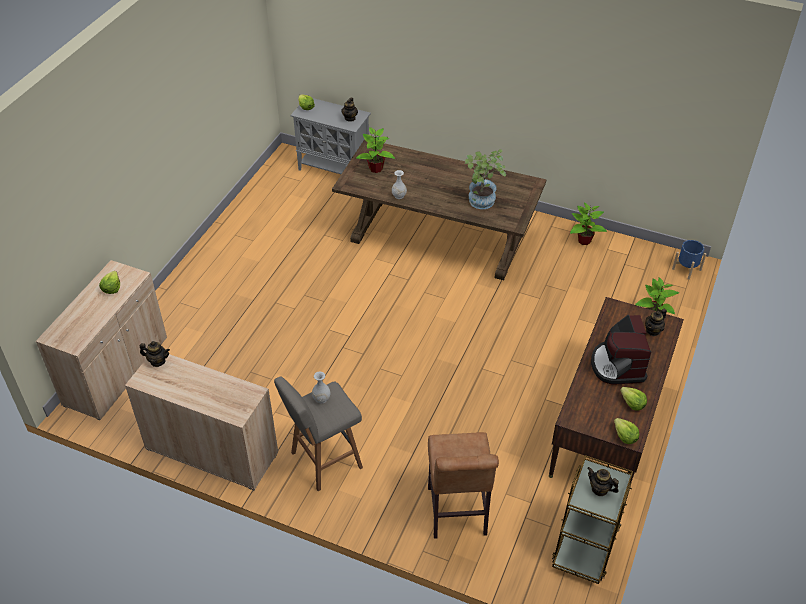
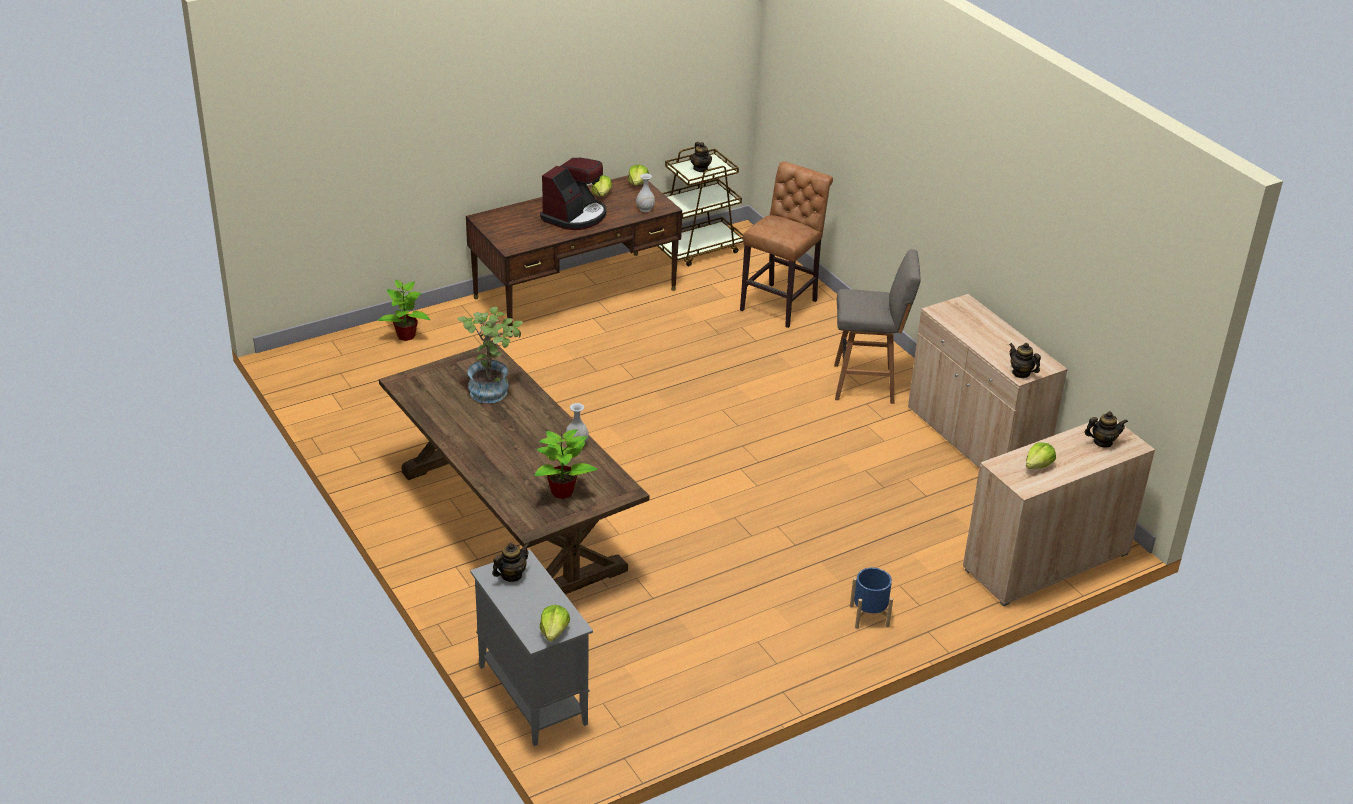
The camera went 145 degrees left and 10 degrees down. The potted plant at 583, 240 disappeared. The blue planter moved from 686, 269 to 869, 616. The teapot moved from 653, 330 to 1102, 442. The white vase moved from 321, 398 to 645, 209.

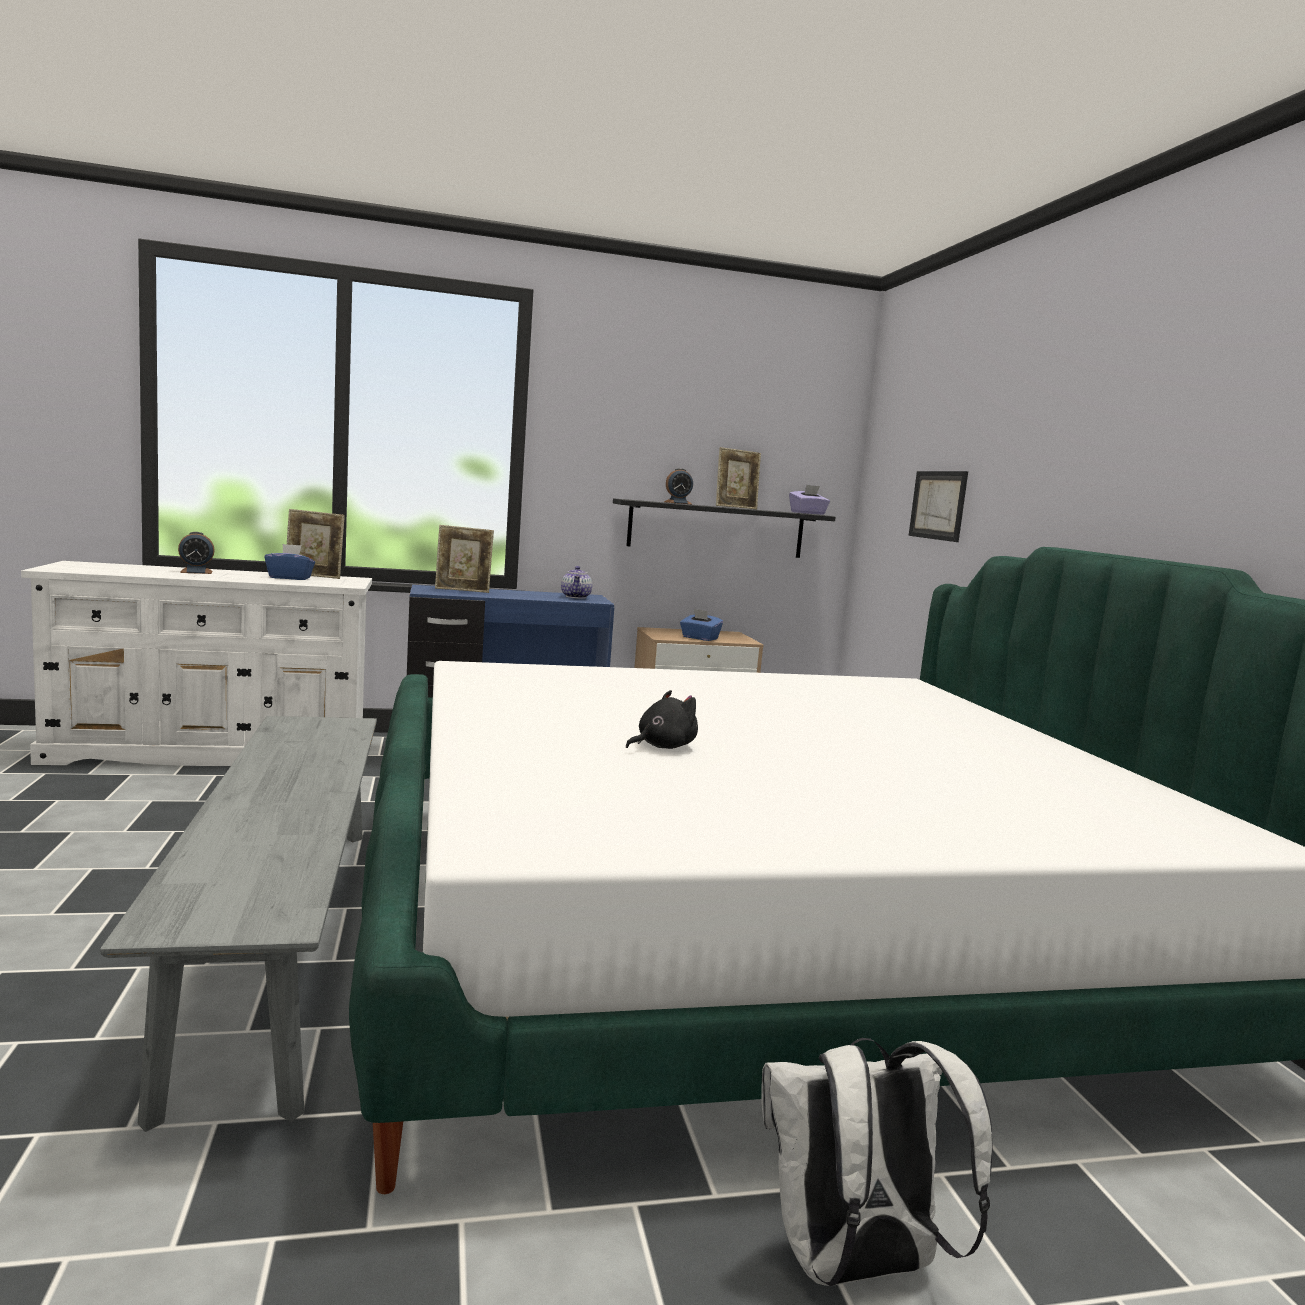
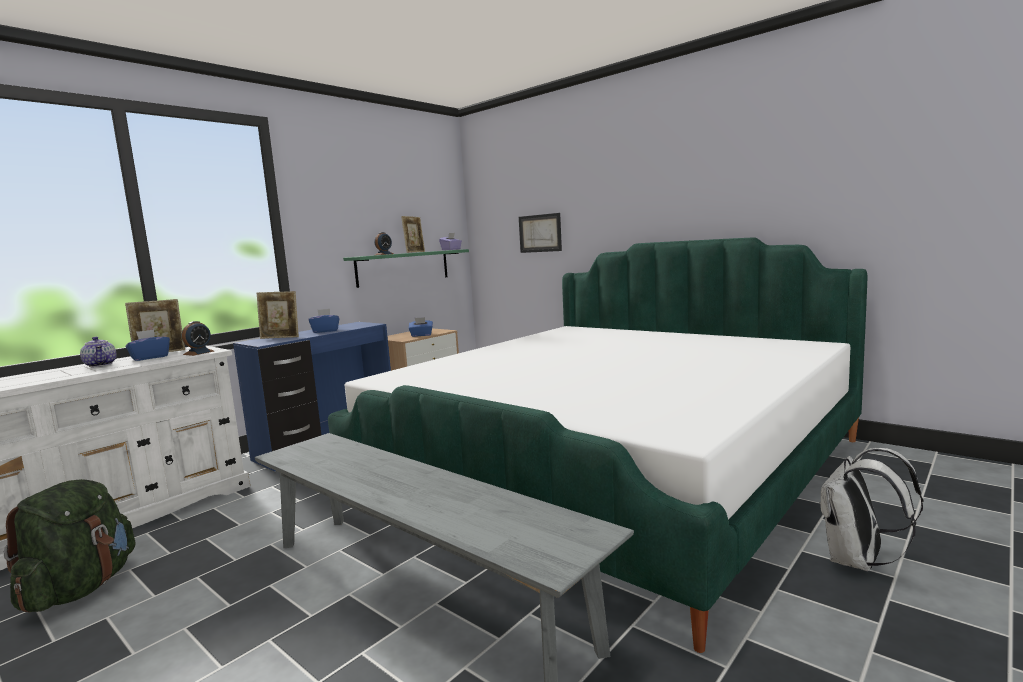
The camera went 35 degrees left and 0 degrees up. The black shelf at 716, 529 became the green shelf at 403, 267. The picture frame at 463, 590 turned 45 degrees clockwise. The alarm clock moved from 196, 572 to 199, 353. The teapot moved from 576, 597 to 101, 365. The black plush toy at 662, 746 disappeared. The blue tissue box at 325, 331 appeared. The green backpack at 80, 589 appeared.

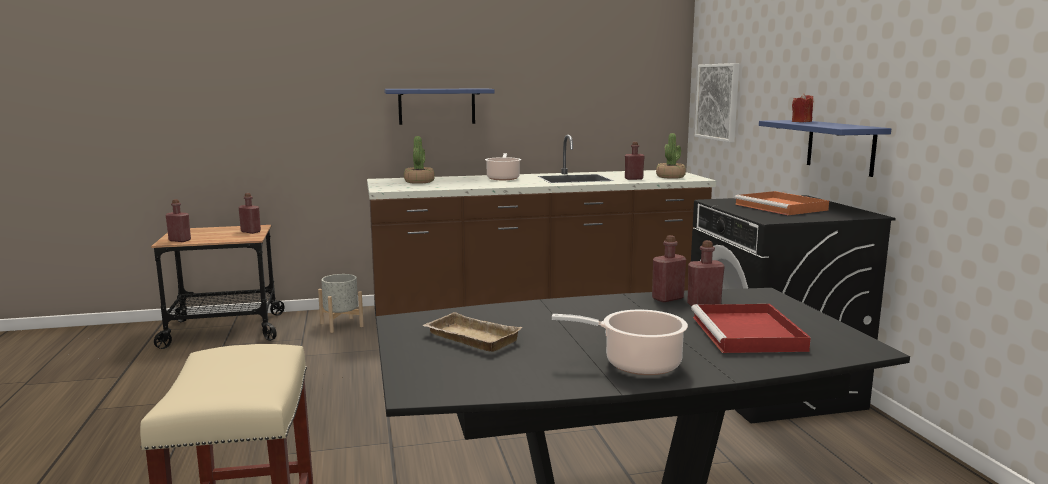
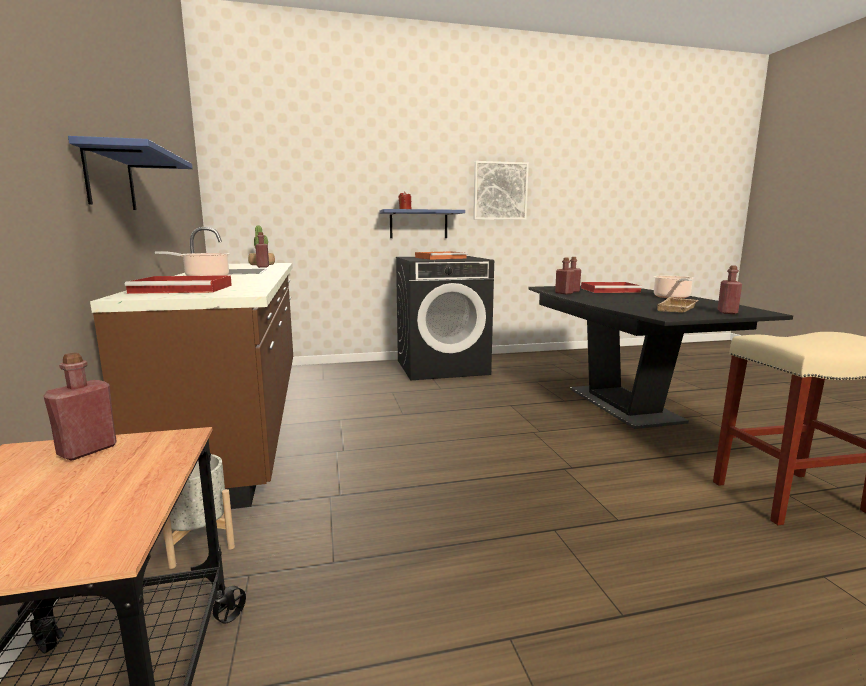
The camera went 90 degrees left and 0 degrees up. The picture moved from 718, 102 to 500, 191. The potted plant at 419, 181 was replaced by the red tray at 185, 289. The red bottle moved from 180, 240 to 727, 312.

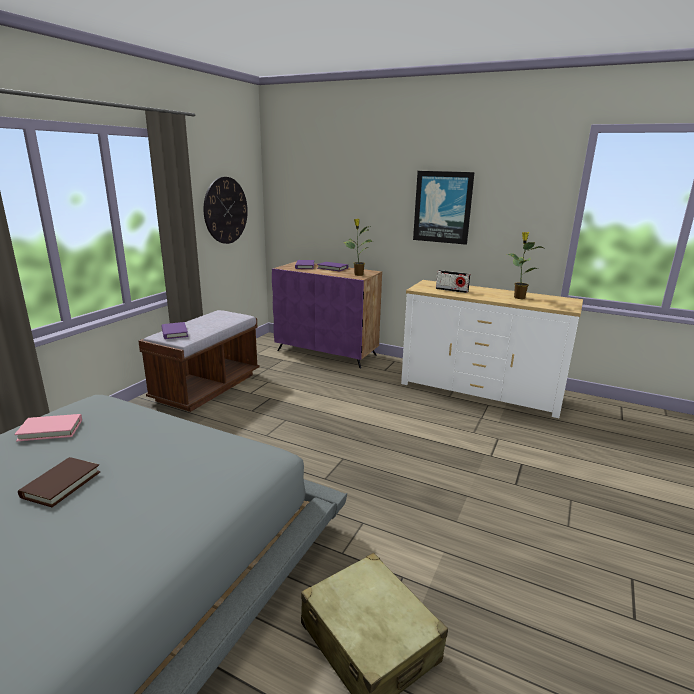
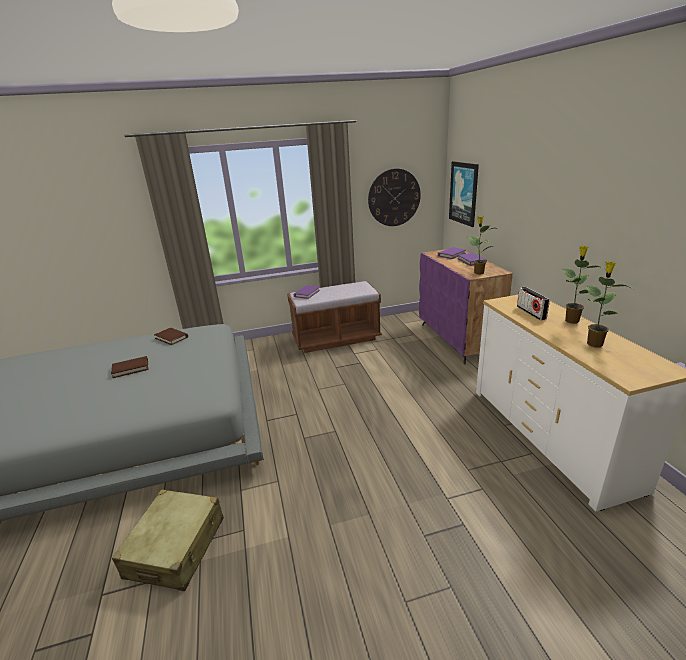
The camera went 50 degrees right and 5 degrees up. The picture moved from 442, 207 to 464, 193. The pink book at 50, 430 became the brown book at 171, 338. The potted plant at 571, 320 appeared.

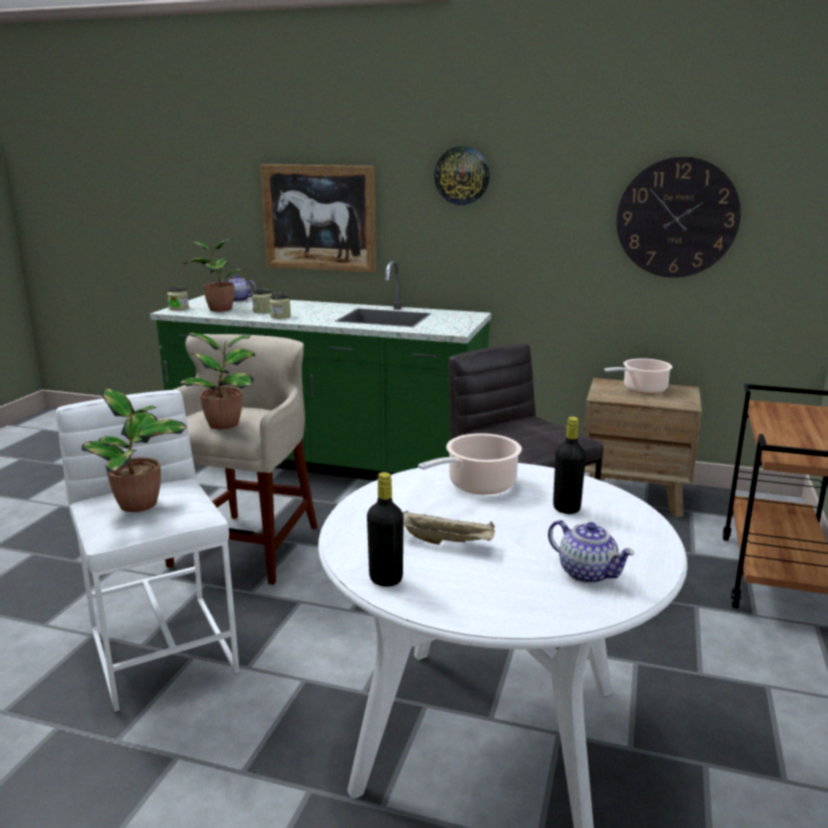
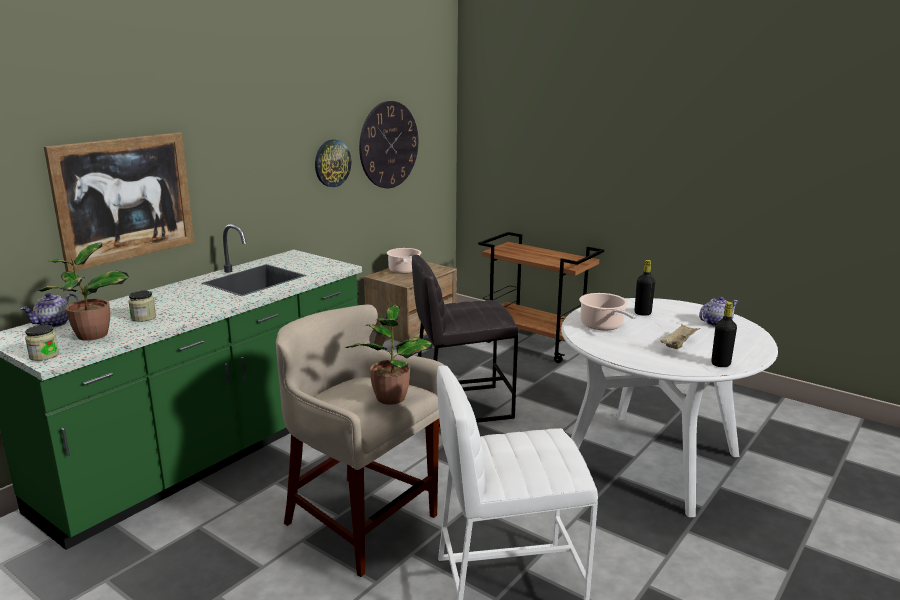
The camera went 70 degrees left and 0 degrees up. The wall clock moved from 462, 175 to 332, 163. The jar at 280, 316 disappeared. The potted plant at 141, 504 disappeared.

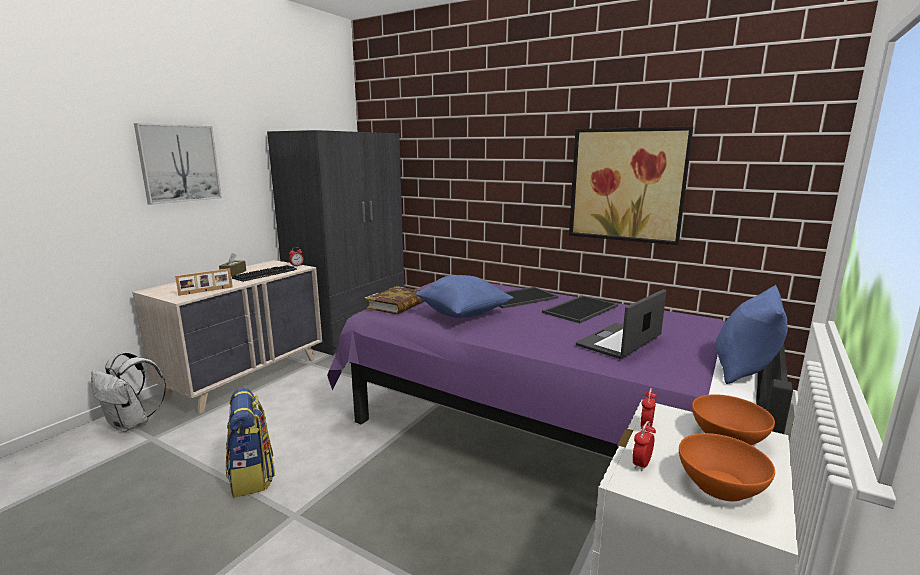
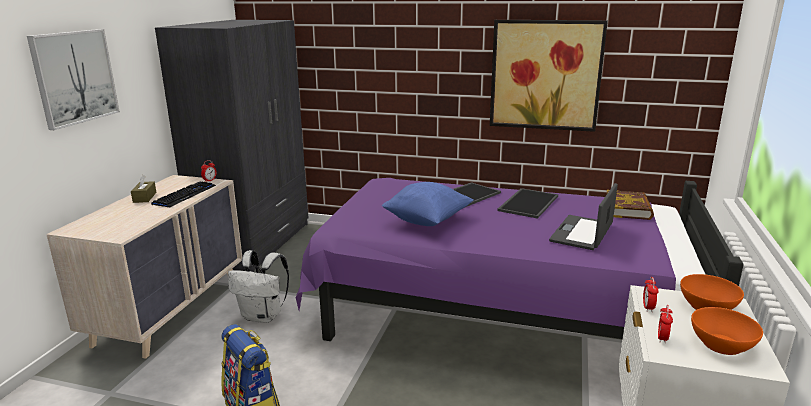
The camera went 15 degrees left and 5 degrees up. The picture frame at 206, 291 disappeared. The blue pillow at 744, 369 disappeared. The book moved from 398, 305 to 628, 209. The white backpack moved from 132, 424 to 263, 316.

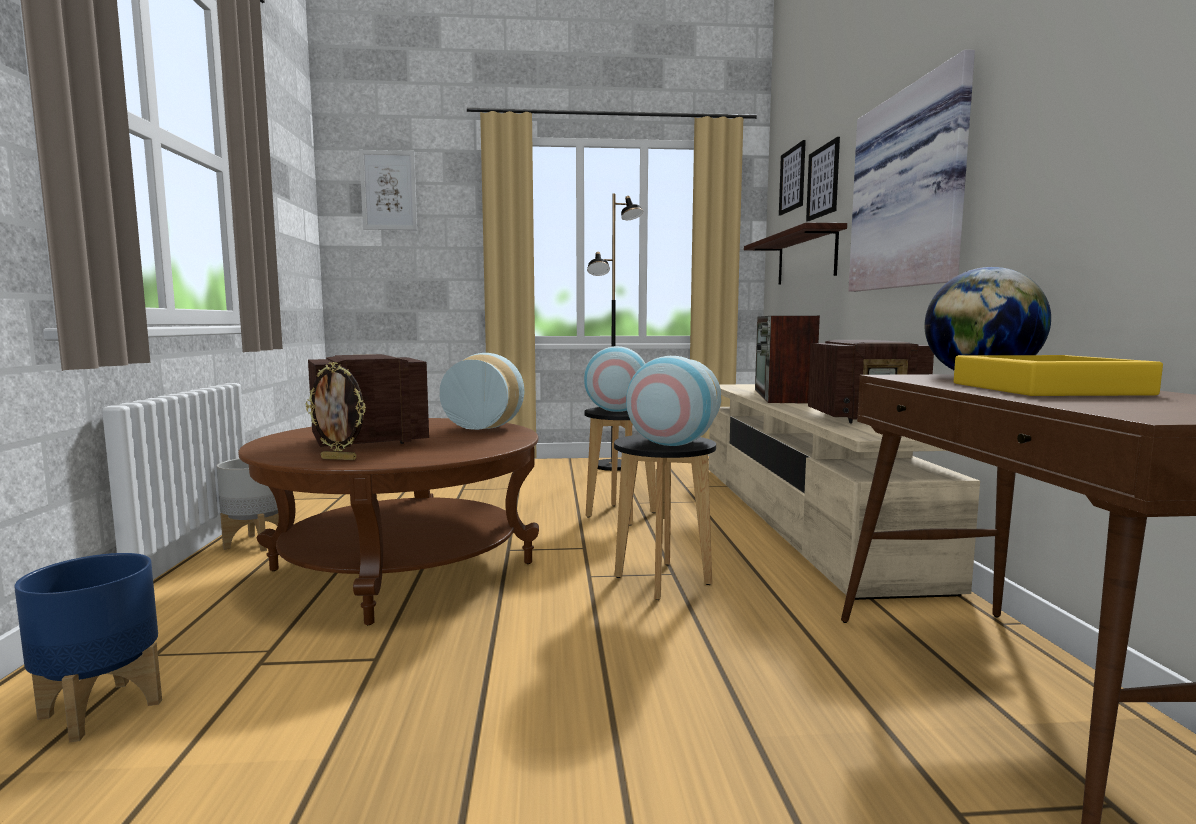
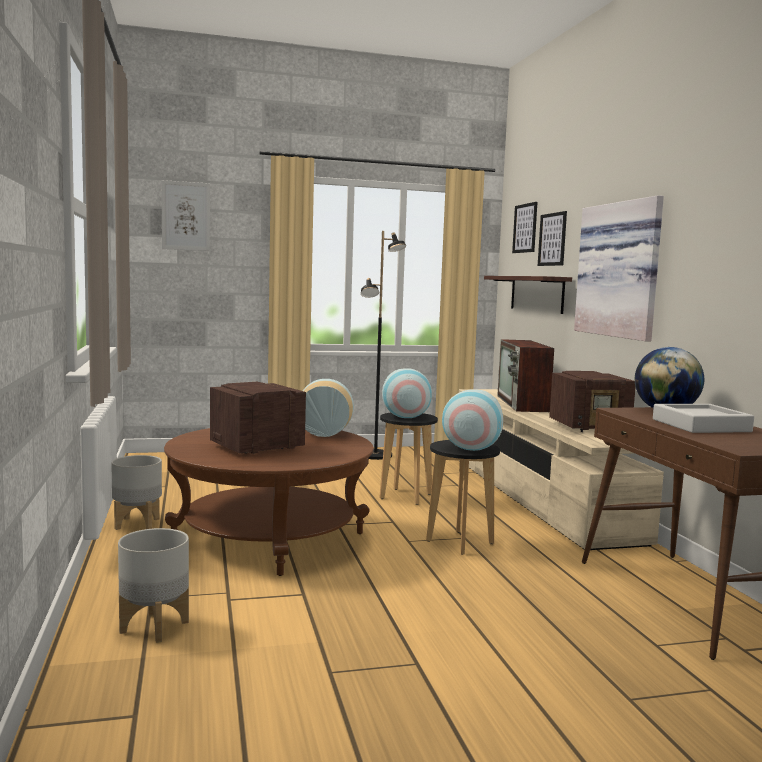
The camera went 10 degrees left and 0 degrees up. The yellow tray at 1047, 389 became the grey tray at 700, 425. The picture frame at 339, 459 disappeared. The blue planter at 100, 709 became the grey planter at 153, 627.

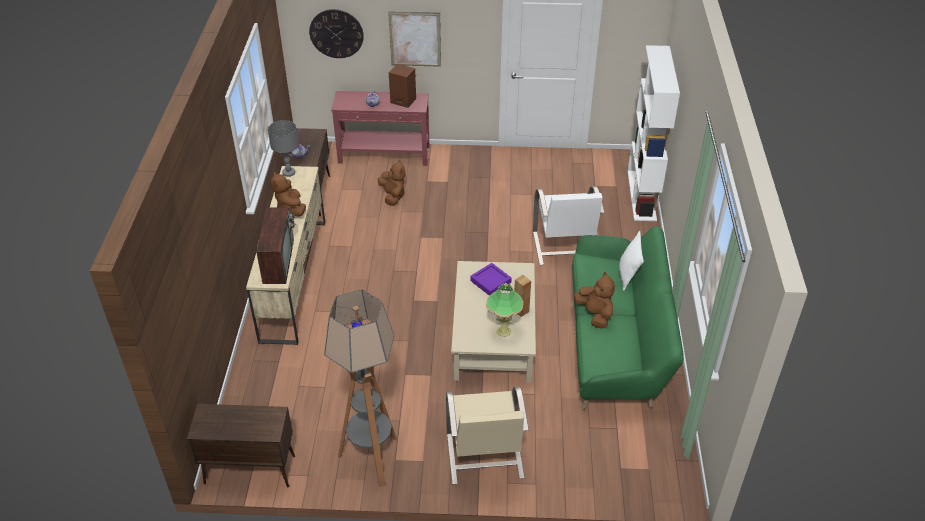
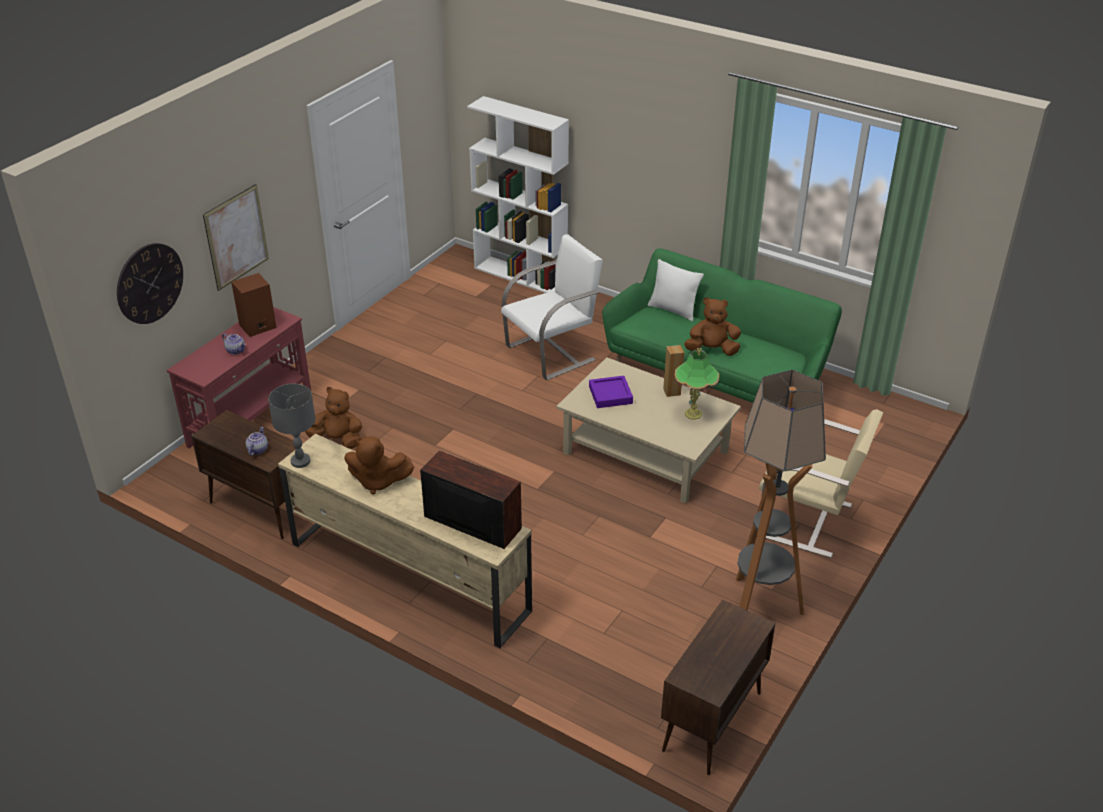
The camera went 60 degrees left and 5 degrees down. The white armchair at 564, 247 turned 60 degrees counterclockwise.

